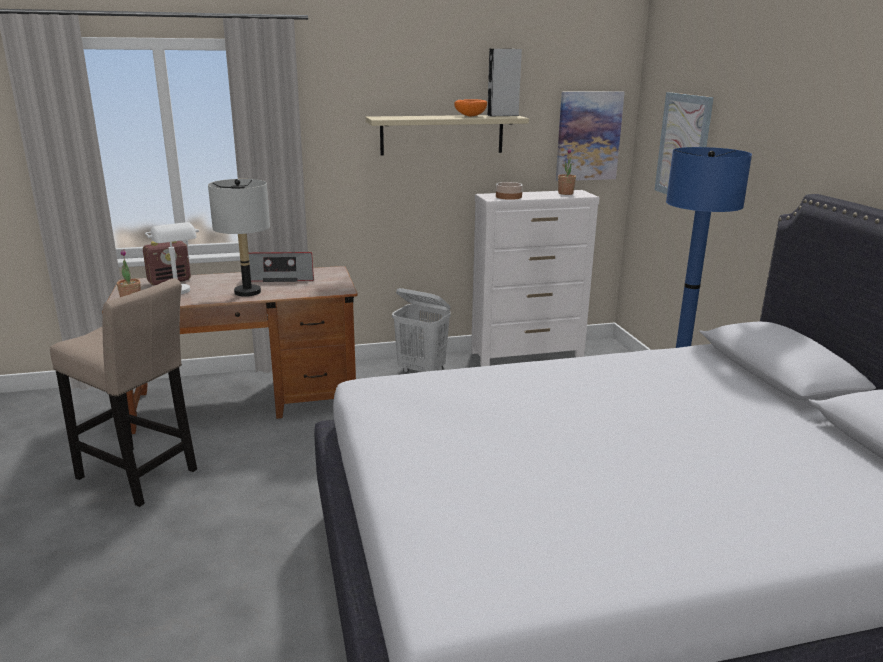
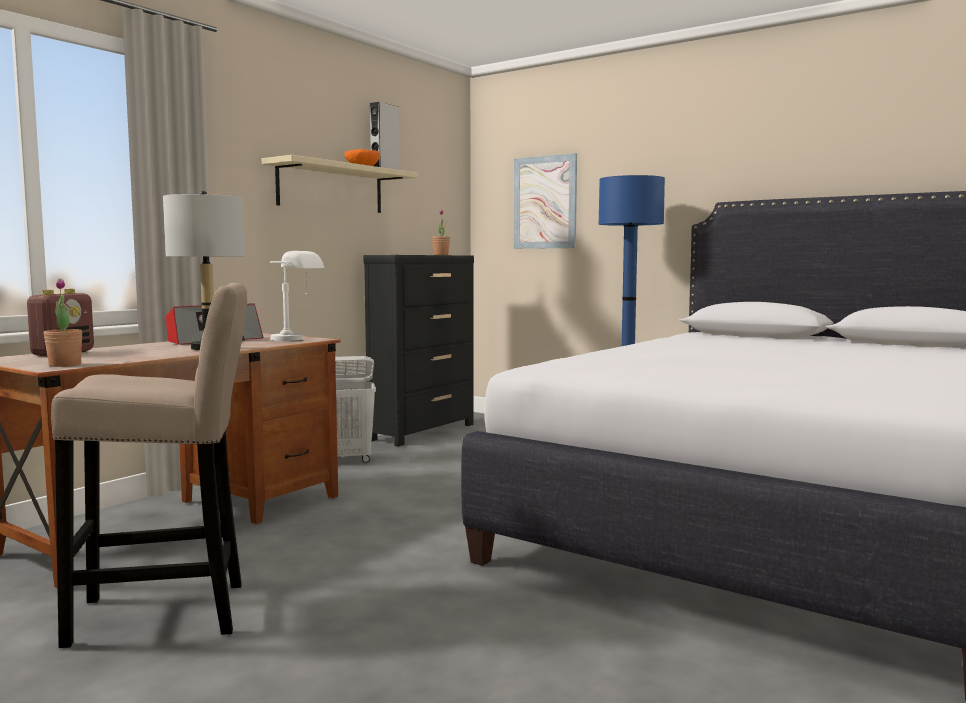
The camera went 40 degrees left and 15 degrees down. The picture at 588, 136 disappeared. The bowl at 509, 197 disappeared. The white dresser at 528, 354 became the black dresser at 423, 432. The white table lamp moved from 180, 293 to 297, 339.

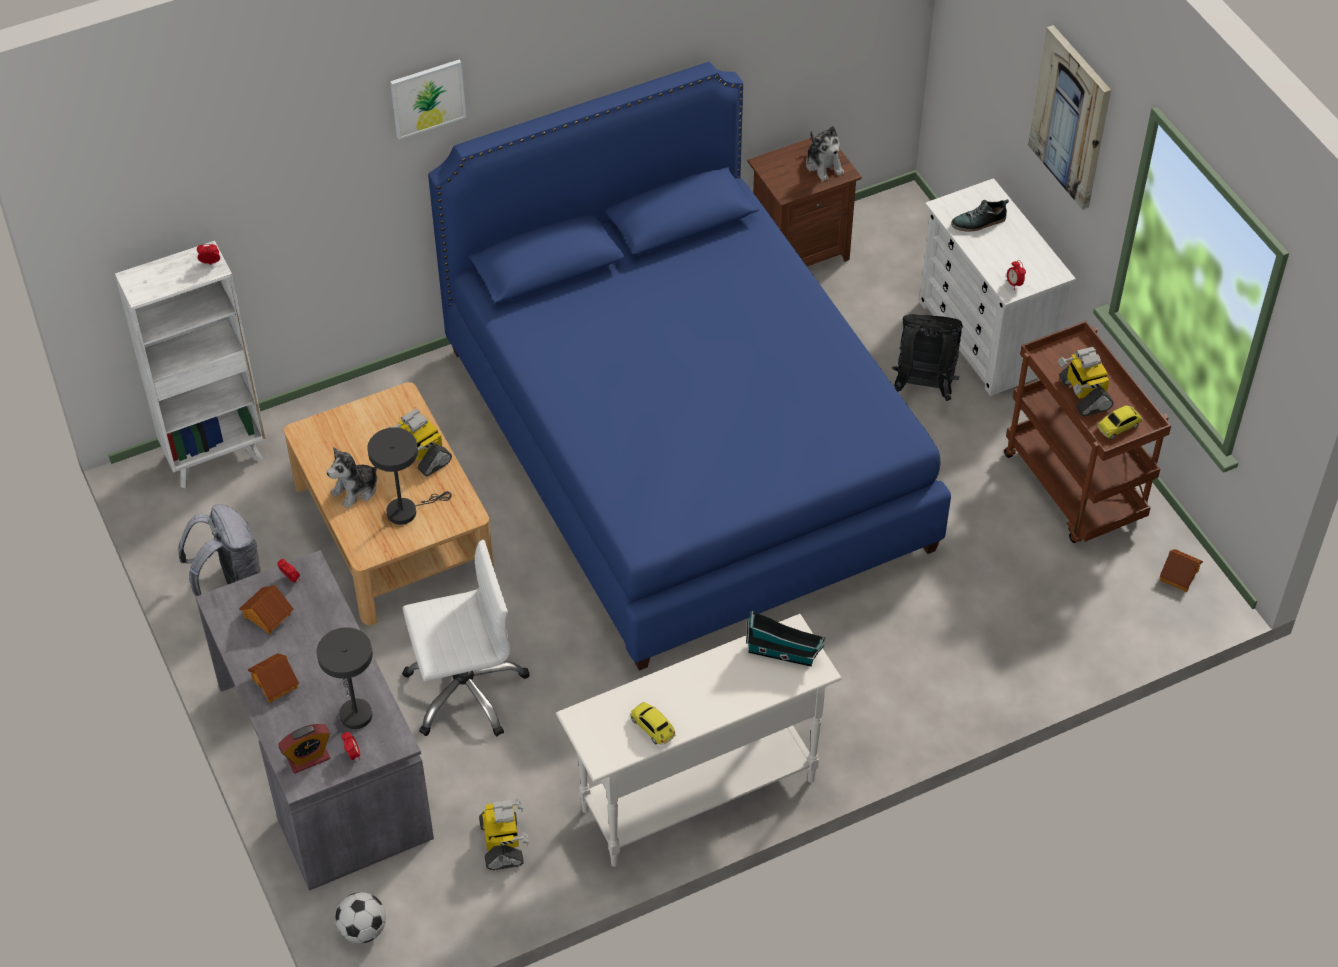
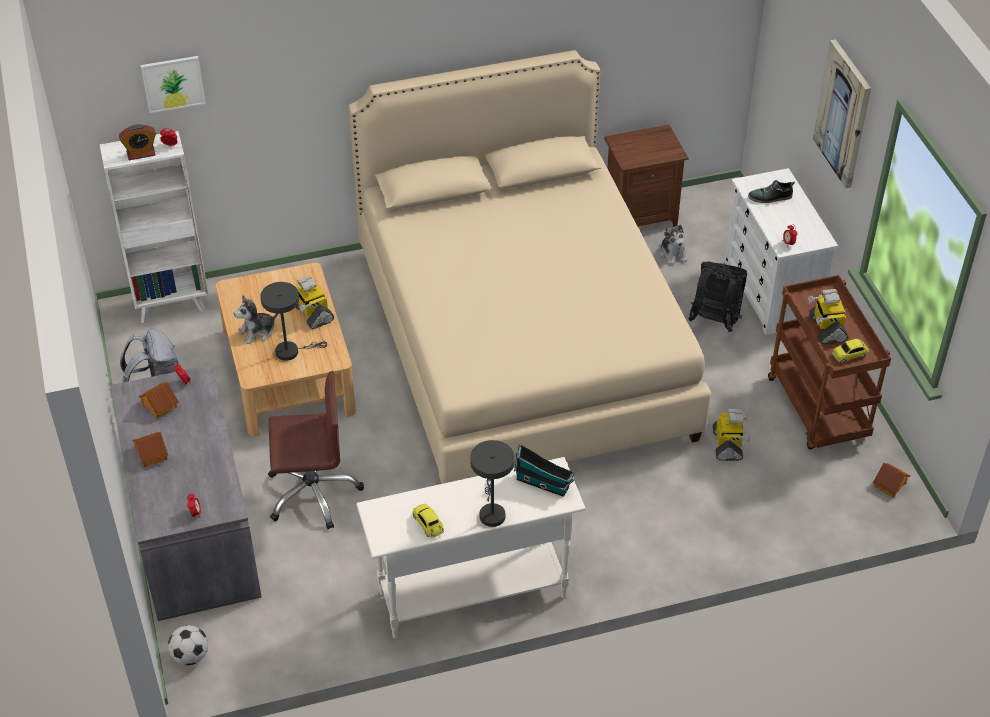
The camera went 10 degrees right and 5 degrees down. The picture moved from 427, 98 to 173, 83. The blue bed at 685, 447 became the beige bed at 522, 342. The plush toy moved from 824, 165 to 673, 254. The white office chair at 465, 690 became the brown office chair at 313, 492. The grey table lamp moved from 354, 710 to 491, 512. The alarm clock moved from 308, 758 to 141, 153. The toy robot moved from 503, 843 to 728, 445.

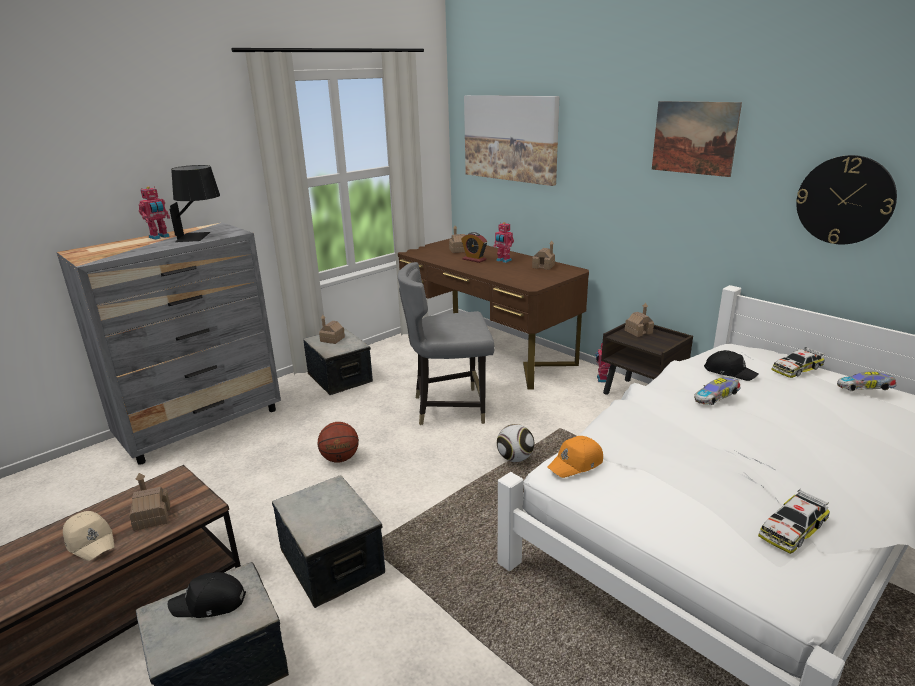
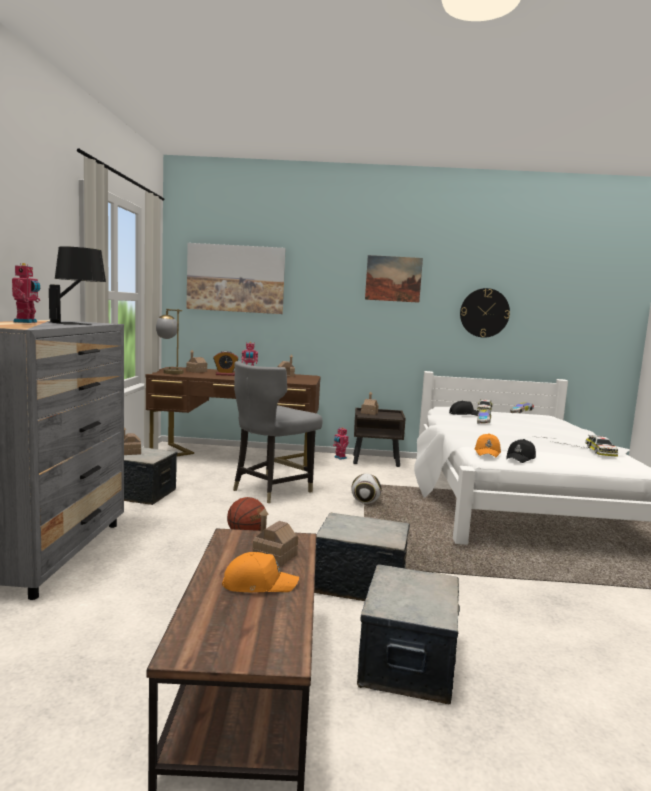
The camera went 45 degrees left and 15 degrees down. The beige cap at 91, 541 became the orange cap at 258, 584. The black cap moved from 209, 603 to 520, 458. The table lamp at 168, 372 appeared.

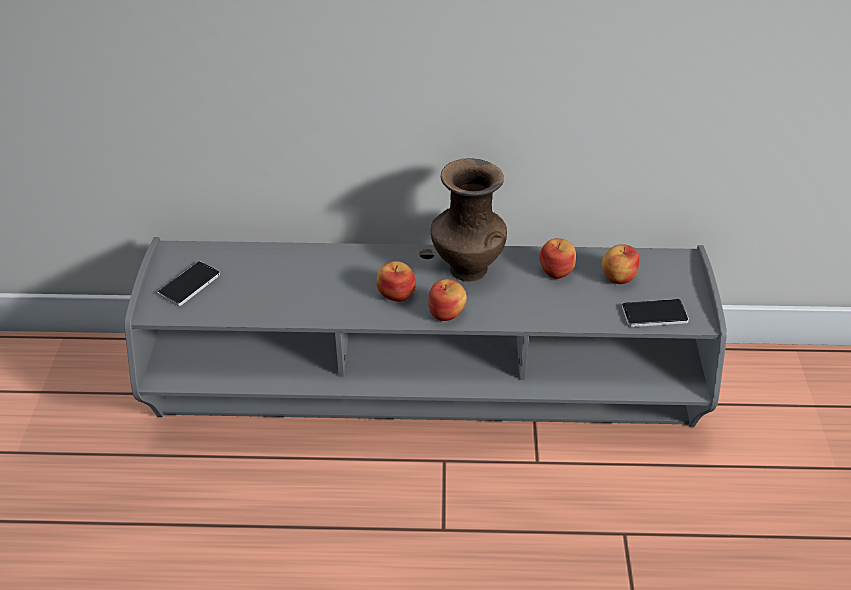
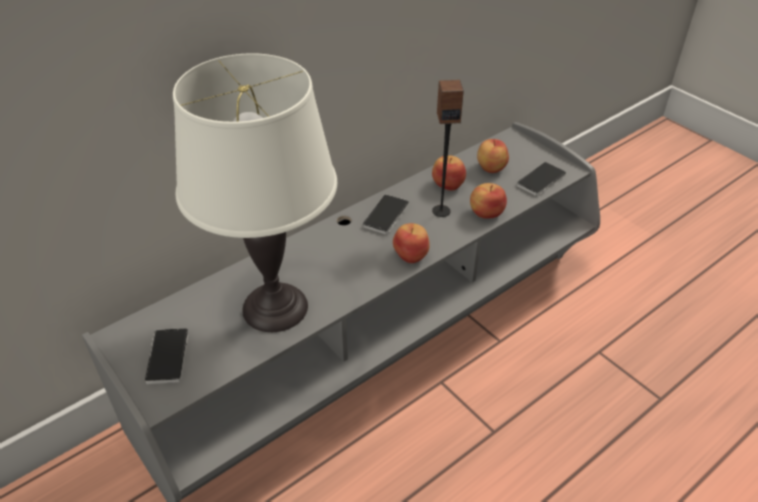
The camera went 40 degrees left and 0 degrees up. The brown vase at 466, 268 was replaced by the phone at 386, 215. The apple moved from 396, 293 to 486, 212. The white table lamp at 275, 308 appeared. The speaker at 441, 211 appeared.

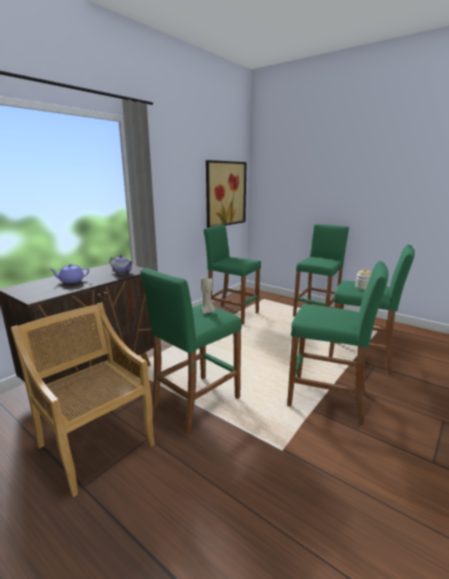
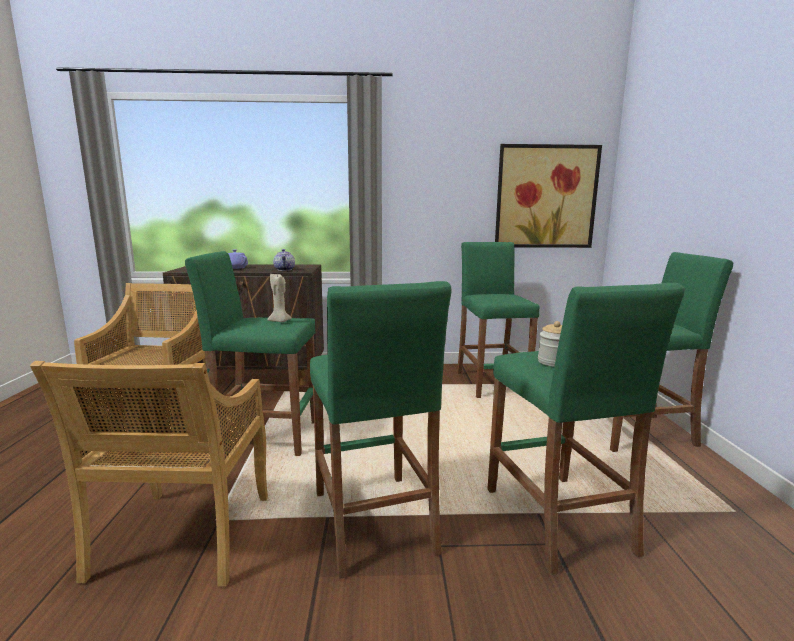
The camera went 50 degrees right and 5 degrees down. The beige chair at 183, 538 appeared.

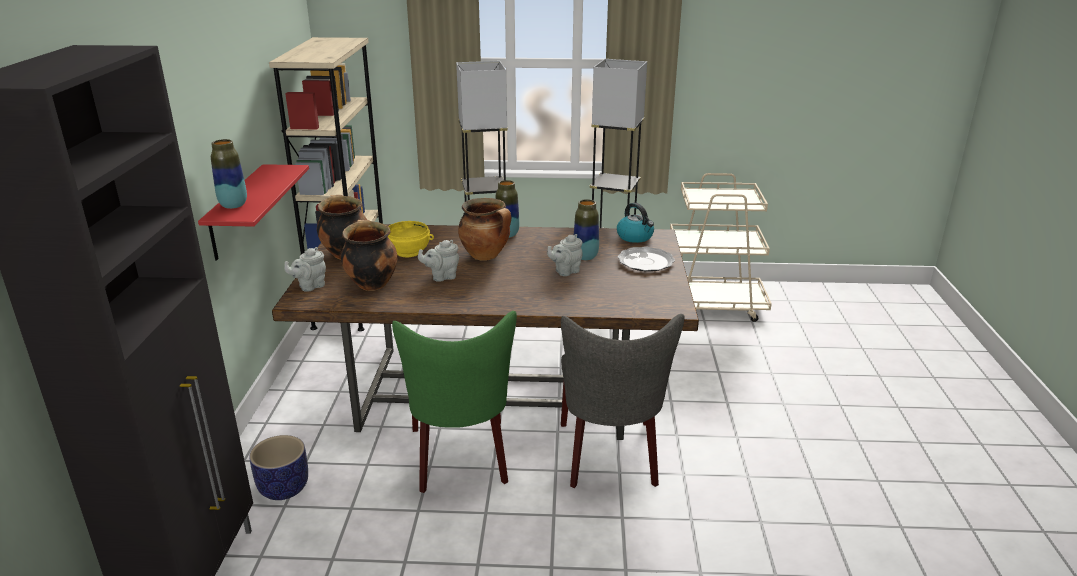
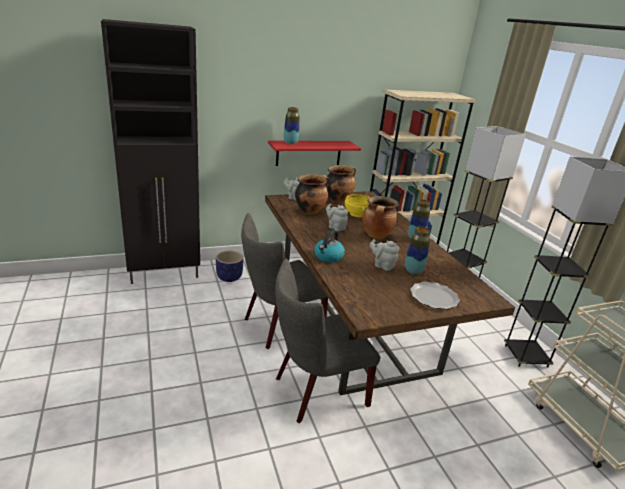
The camera went 65 degrees right and 0 degrees up. The kettle moved from 635, 237 to 328, 257. The green chair at 461, 460 became the grey chair at 278, 326.

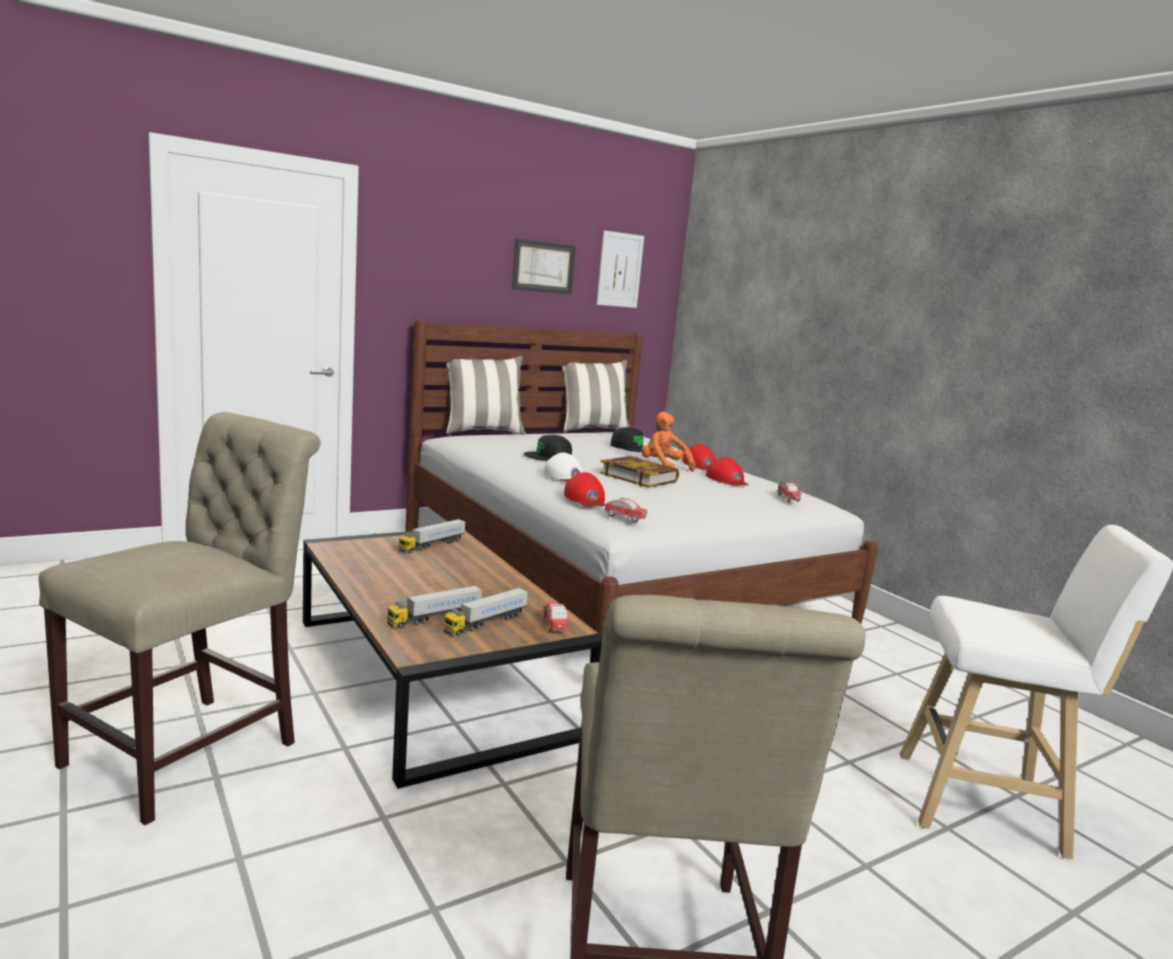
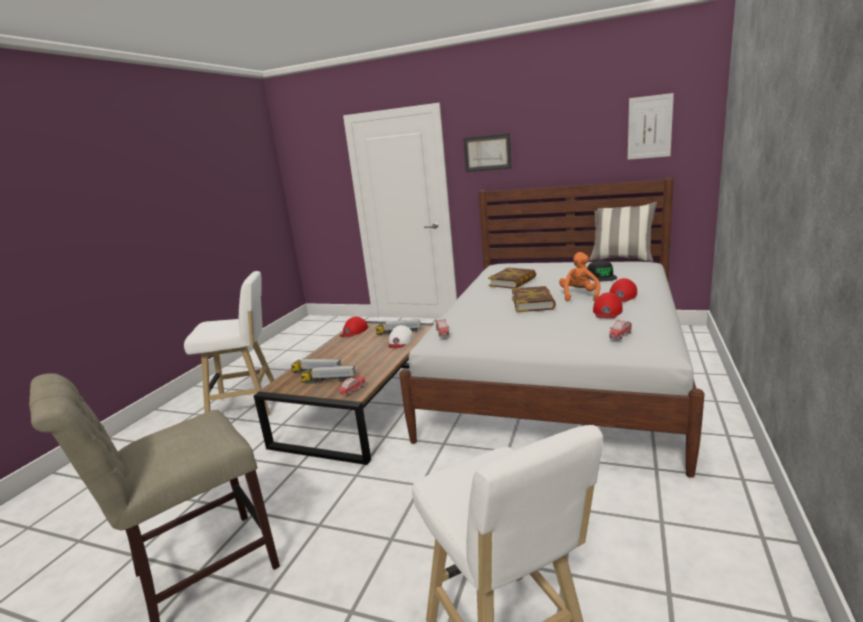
The camera went 55 degrees right and 5 degrees up. The picture moved from 543, 267 to 487, 153. The pillow at 483, 432 disappeared. The beige chair at 193, 749 was replaced by the white stool at 248, 405. The black cap at 548, 456 was replaced by the book at 512, 282. The white cap moved from 566, 476 to 400, 341. The red cap moved from 585, 498 to 353, 331.

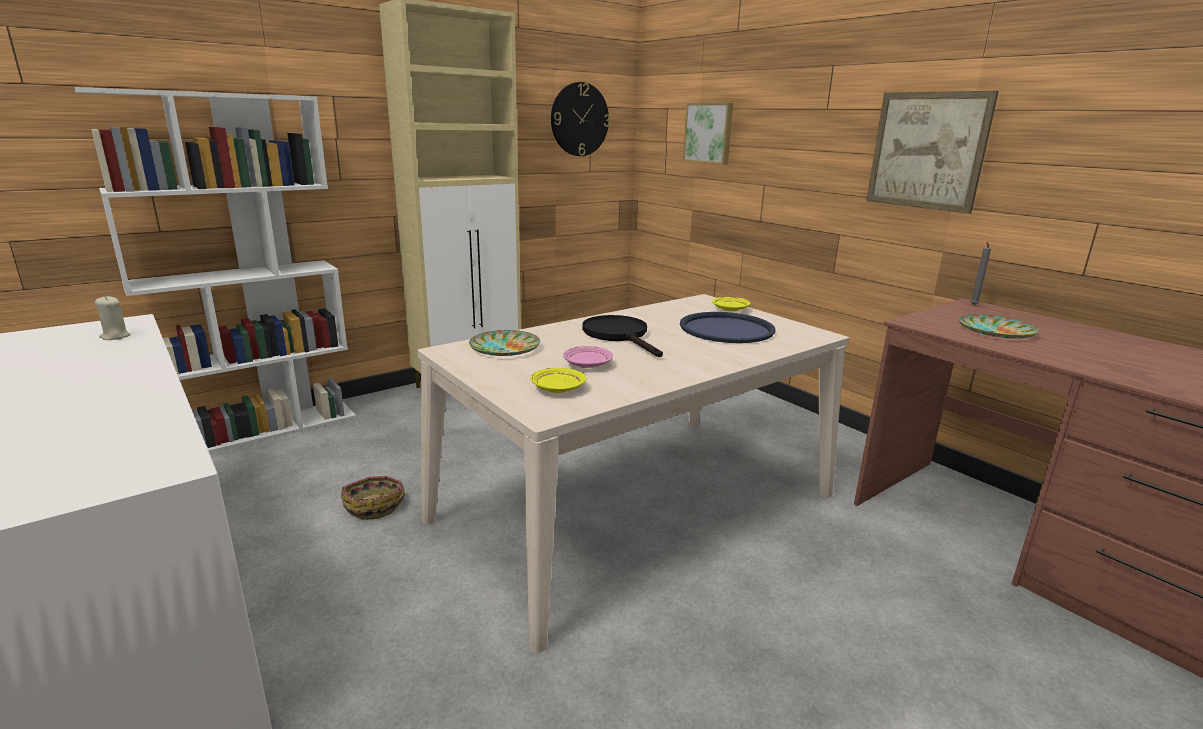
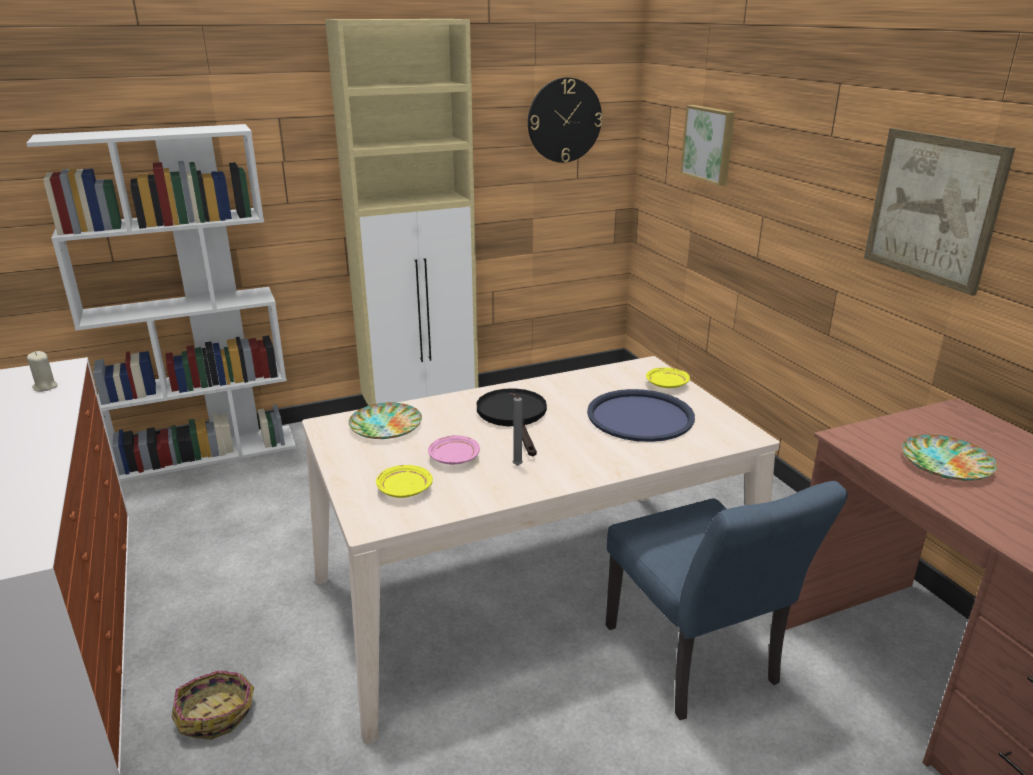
The camera went 15 degrees right and 5 degrees up. The grey candle moved from 973, 305 to 516, 466. The basket moved from 375, 505 to 216, 713. The blue chair at 697, 663 appeared.

